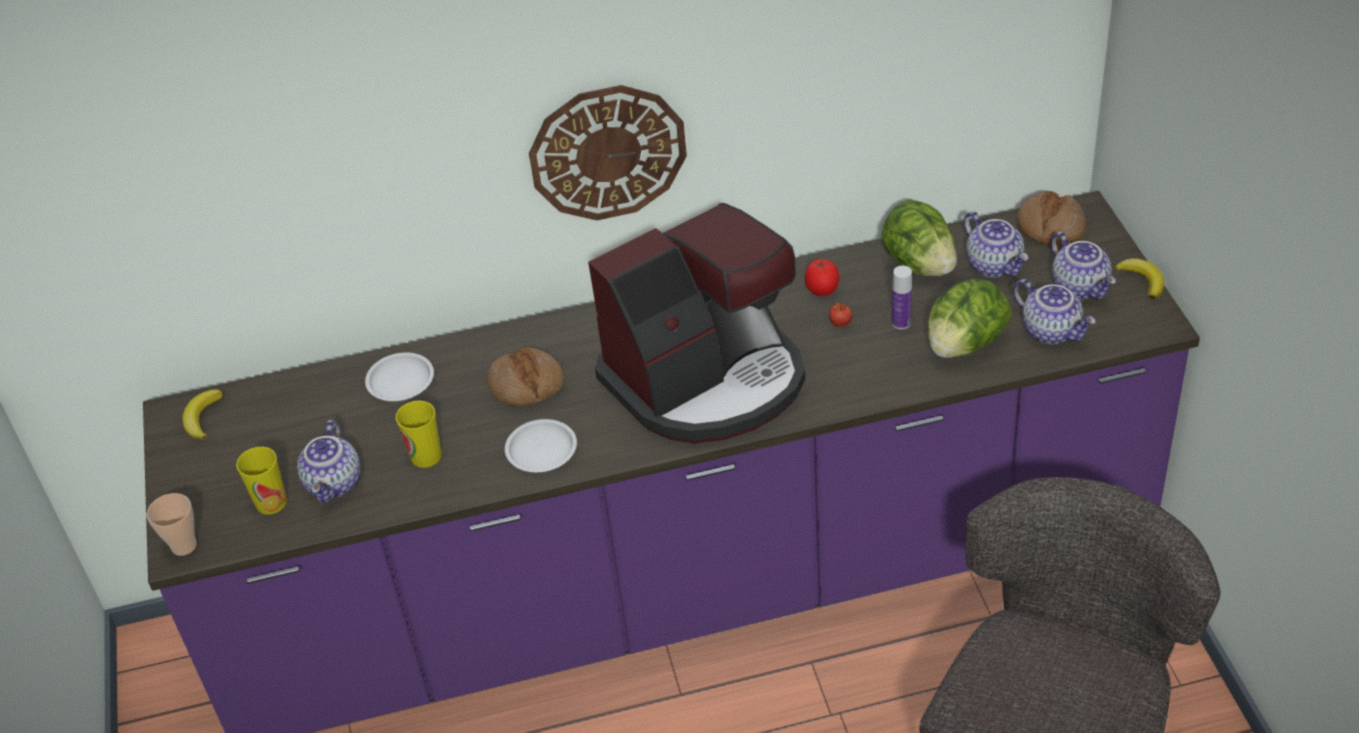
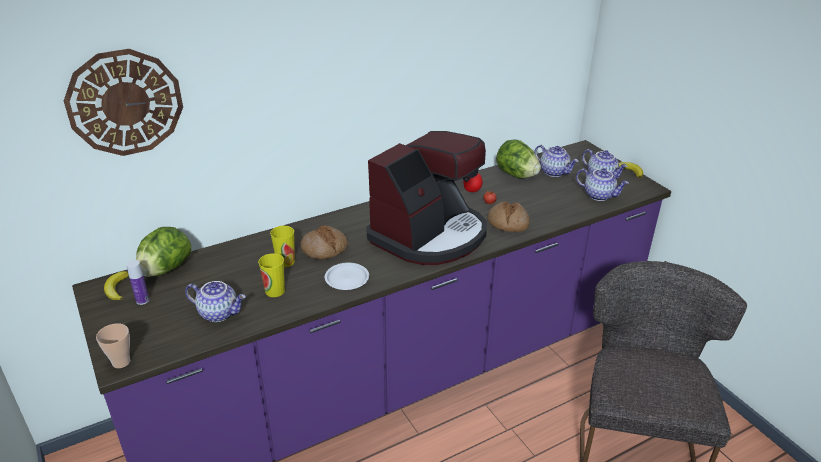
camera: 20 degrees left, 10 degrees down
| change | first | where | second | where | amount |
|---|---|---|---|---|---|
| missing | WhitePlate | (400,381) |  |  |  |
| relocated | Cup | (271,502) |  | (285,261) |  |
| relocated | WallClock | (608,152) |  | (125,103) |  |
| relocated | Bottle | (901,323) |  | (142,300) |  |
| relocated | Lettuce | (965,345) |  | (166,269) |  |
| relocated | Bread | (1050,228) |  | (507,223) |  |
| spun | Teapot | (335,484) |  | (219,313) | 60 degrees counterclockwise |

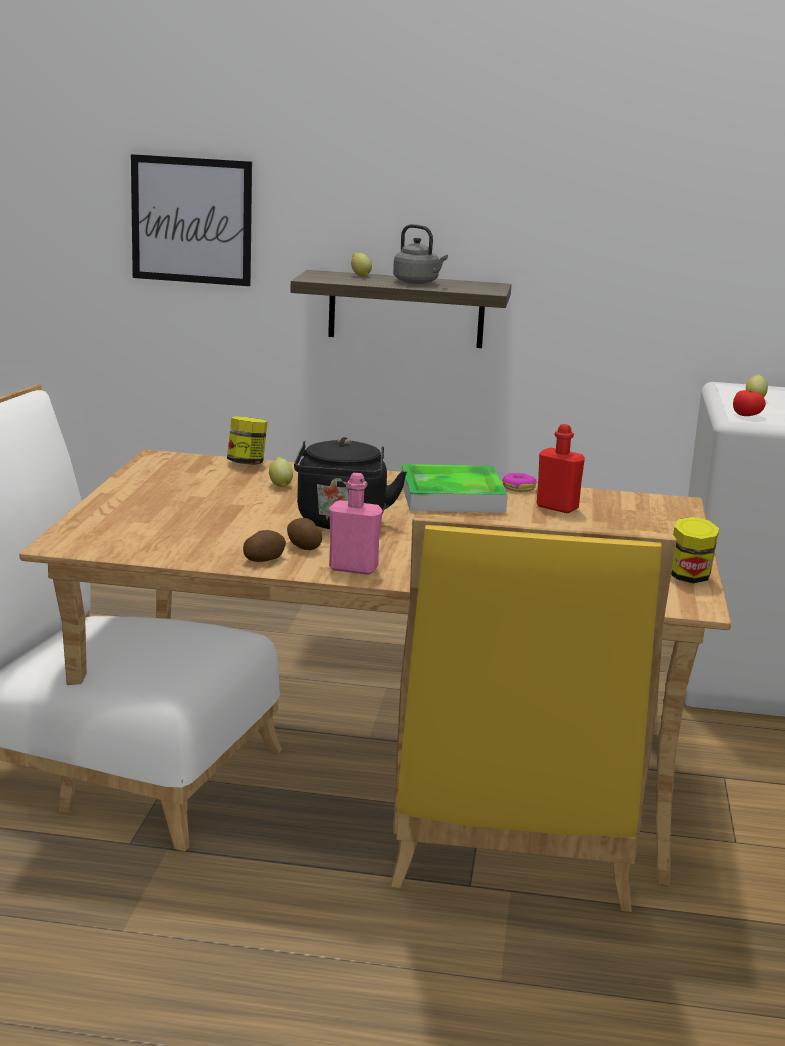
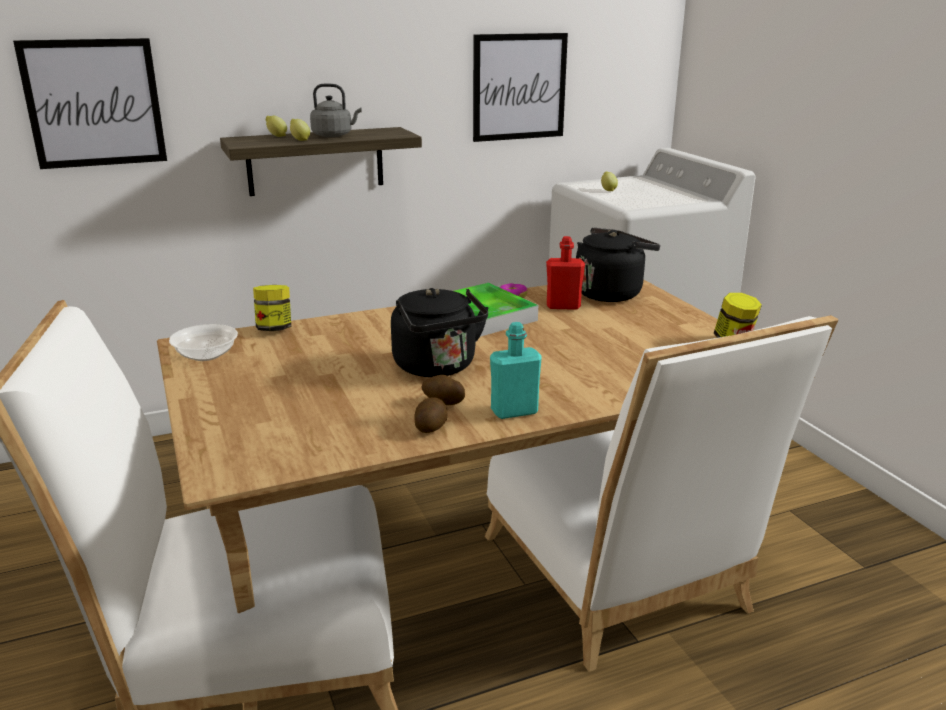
camera: 30 degrees left, 5 degrees up
| change | first | where | second | where | amount |
|---|---|---|---|---|---|
| missing | Tomato | (746,415) |  |  |  |
| appeared |  |  | Bowl | (206,355) |  |
| appeared |  |  | Picture | (519,87) |  |
| appeared |  |  | BlackKettle | (610,293) |  |
| relocated | Lemon | (280,484) |  | (300,140) |  |
| colour | PinkBottle | (353,568) | TurquoiseBottle | (514,411) |  |
| colour | YellowChair | (512,837) | WhiteChair | (620,583) |  |

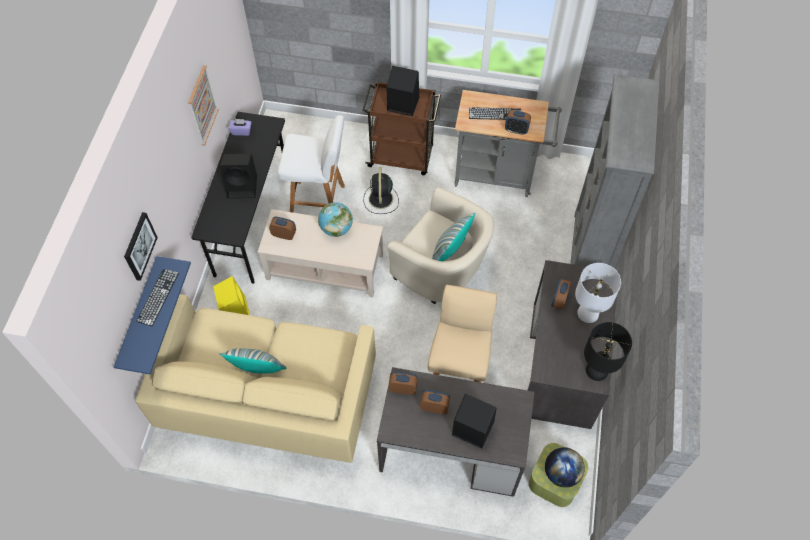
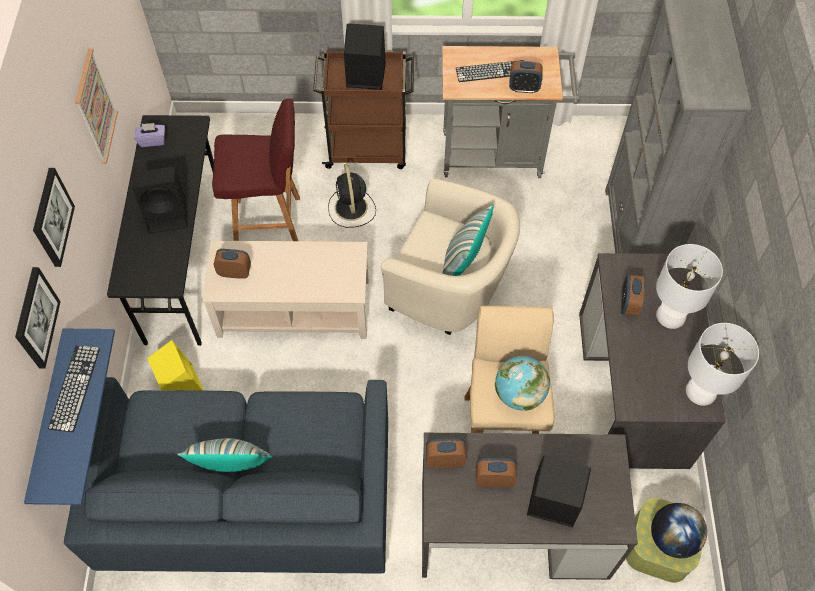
camera: 10 degrees left, 0 degrees up
| change | first | where | second | where | amount |
|---|---|---|---|---|---|
| appeared |  |  | Picture | (51,217) |  |
| relocated | Globe | (336,229) |  | (519,394) |  |
| colour | BeigeSofa | (270,396) | BlueSofa | (251,497) |  |
| colour | WhiteStool | (319,202) | RedStool | (270,224) |  |
| colour | BlackTableLamp | (597,371) | WhiteTableLamp | (701,392) |  |

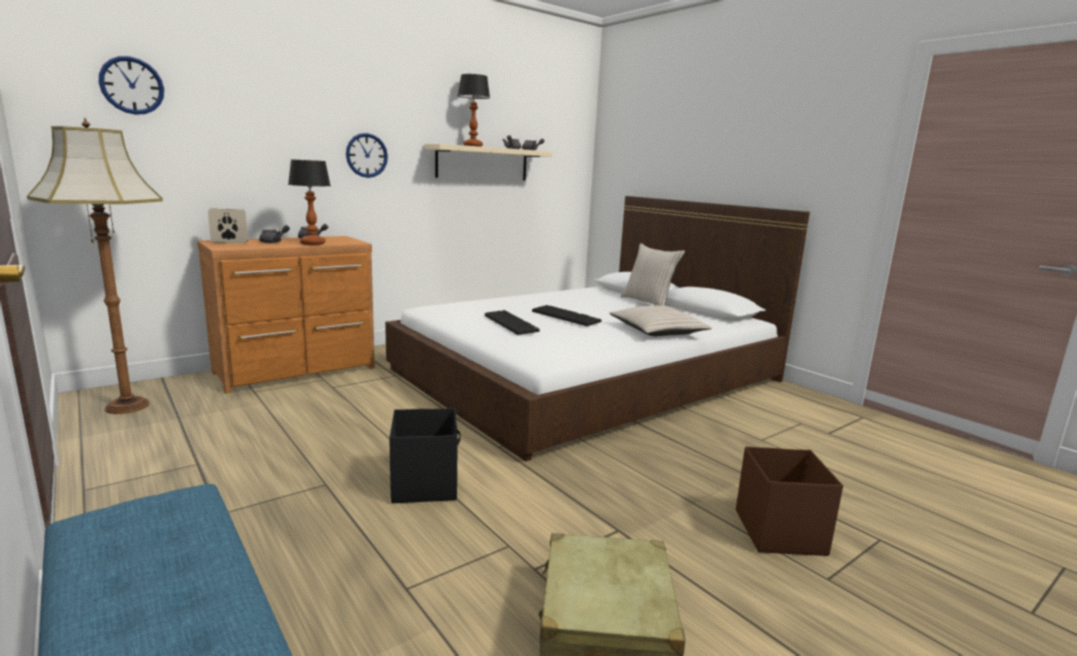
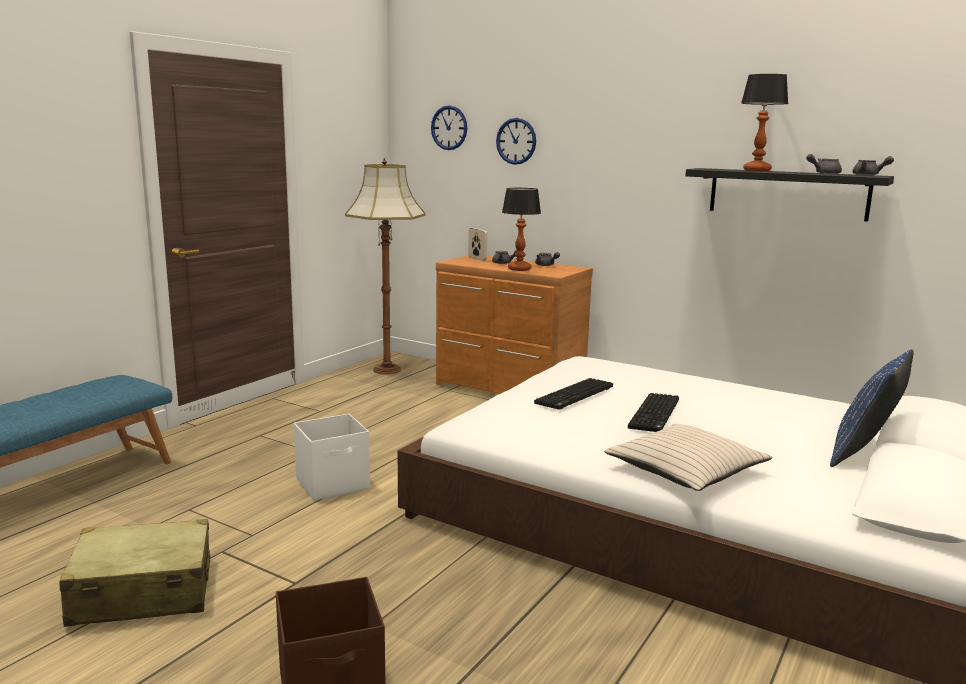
camera: 70 degrees right, 0 degrees up
| change | first | where | second | where | amount |
|---|---|---|---|---|---|
| relocated | WallClock | (366,155) |  | (516,141) |  |
| colour | BlackStorageBox | (425,484) | WhiteStorageBox | (334,484) |  |
| colour | BeigeShelf | (482,163) | BlackShelf | (787,193) |  |
| colour | BeigePillow | (648,303) | BluePillow | (865,454) |  |

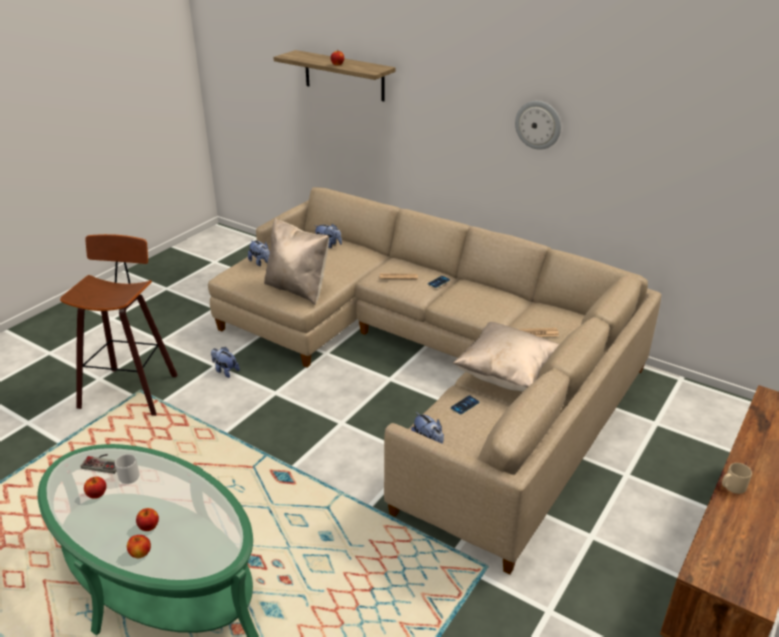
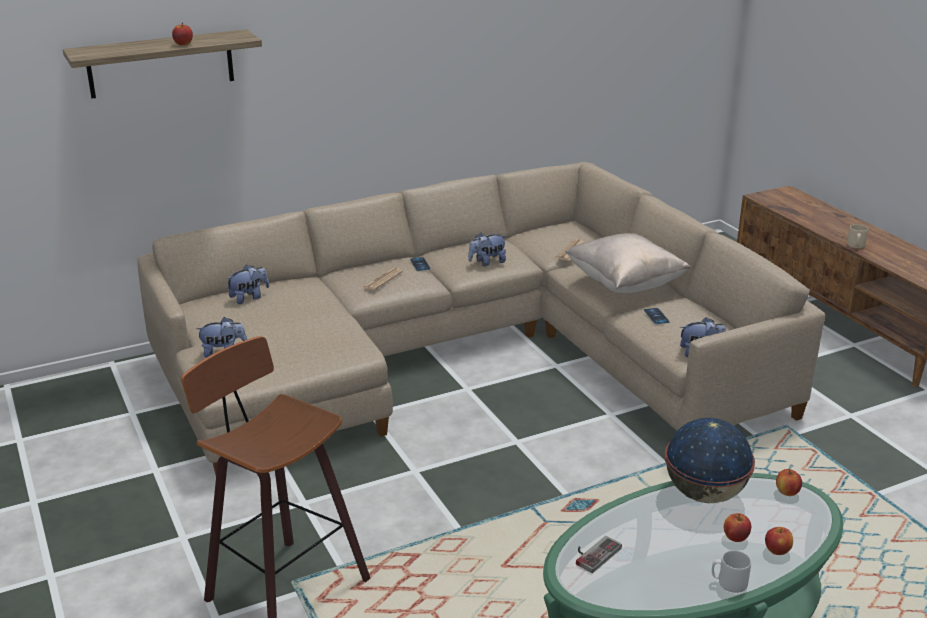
camera: 60 degrees left, 5 degrees down
| change | first | where | second | where | amount |
|---|---|---|---|---|---|
| missing | BeigePillow | (298,289) |  |  |  |
| missing | WallClock | (538,124) |  |  |  |
| appeared |  |  | Globe | (705,494) |  |
| relocated | Apple | (97,494) |  | (787,492) |  |
| relocated | GreyMug | (129,475) |  | (728,583) |  |
| relocated | PlushToy | (225,371) |  | (487,262) |  |

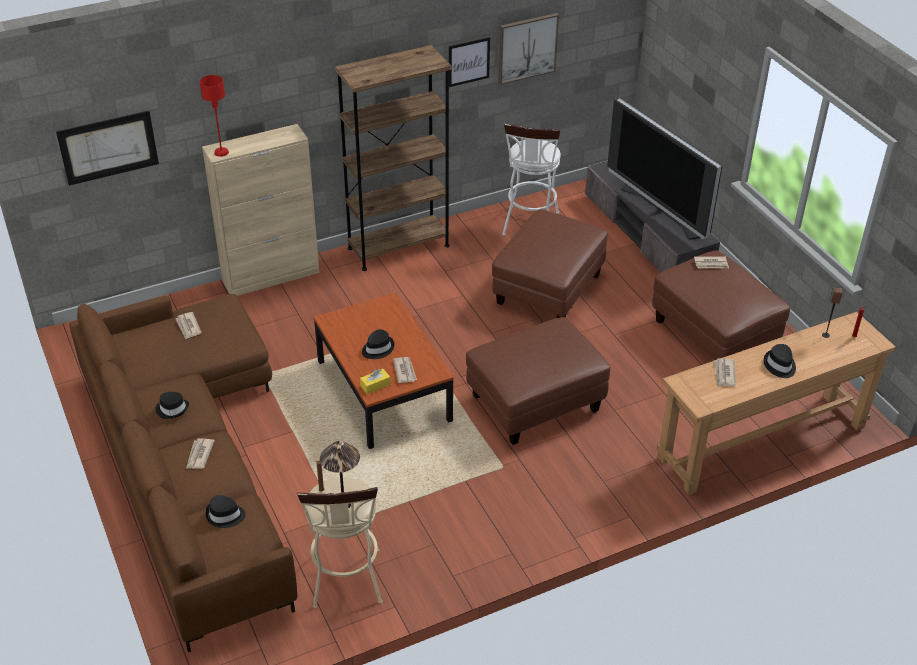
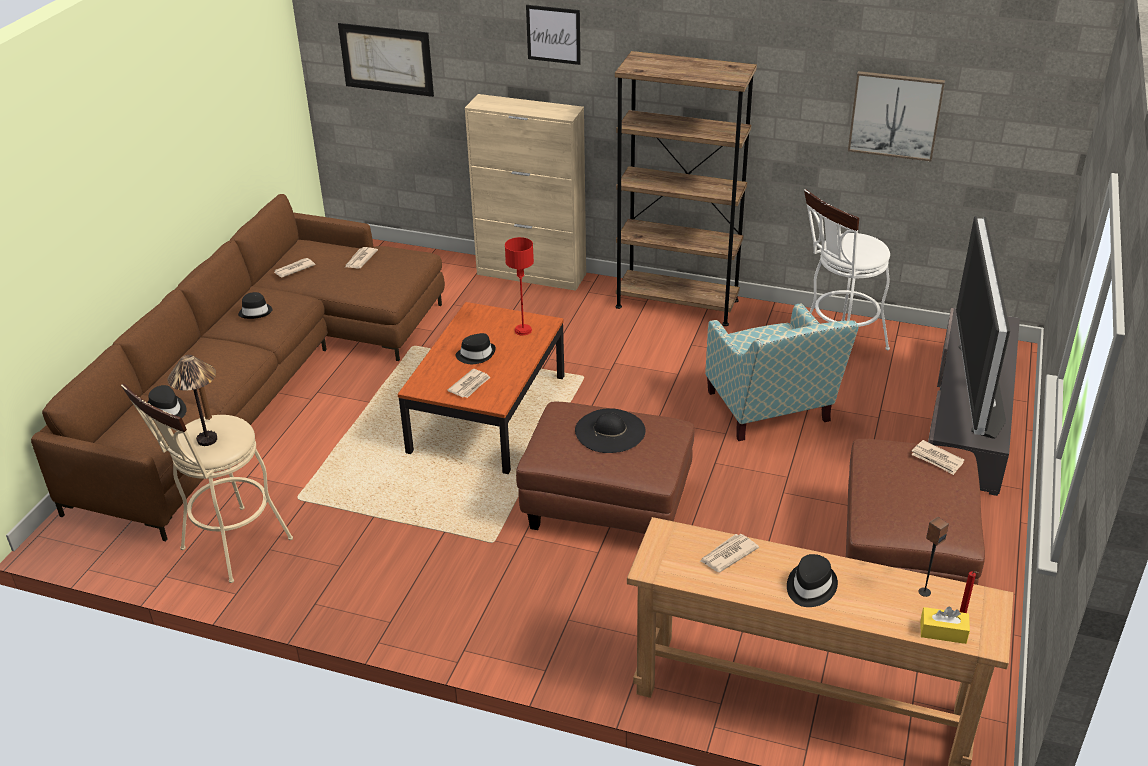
camera: 45 degrees right, 5 degrees down
| change | first | where | second | where | amount |
|---|---|---|---|---|---|
| appeared |  |  | BlackHat | (610,431) |  |
| relocated | Newspaper | (199,455) |  | (294,269) |  |
| relocated | RedTableLamp | (221,152) |  | (523,330) |  |
| relocated | YellowTissueBox | (375,385) |  | (943,632) |  |
| relocated | Picture | (468,61) |  | (553,34) |  |
| exchanged | BrownOttoman | (548,290) | Armchair | (772,413) |  |

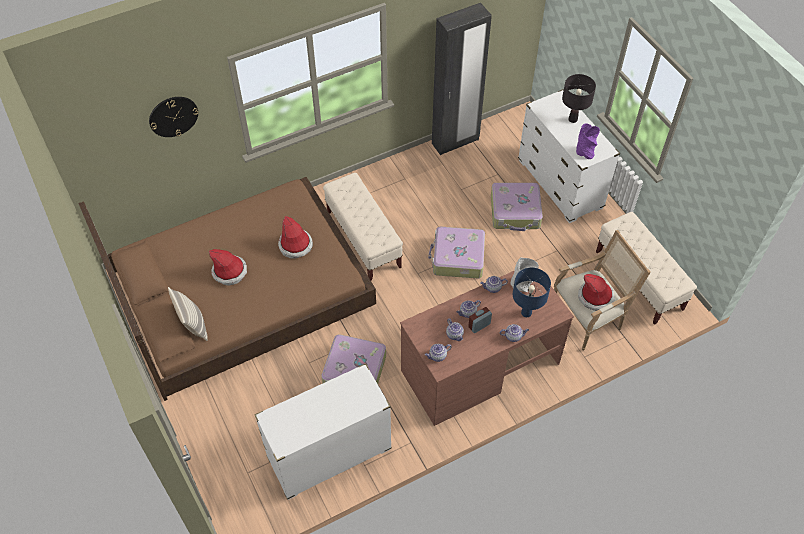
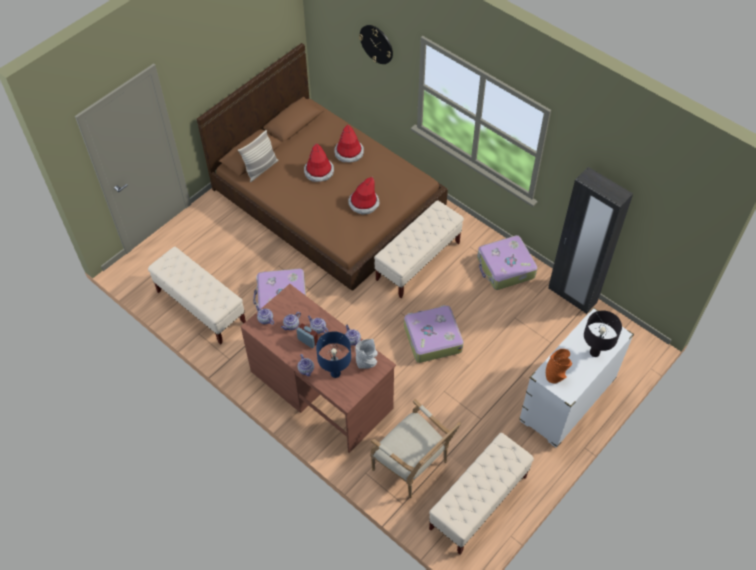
camera: 70 degrees right, 0 degrees up
| change | first | where | second | where | amount |
|---|---|---|---|---|---|
| relocated | Suitcase | (515,212) |  | (505,268) |  |
| relocated | Hat | (595,297) |  | (349,153) |  |
| exchanged | WhiteDresser | (329,454) | BeigeBench | (201,307) |  |
| colour | PurpleVase | (585,151) | OrangeVase | (556,374) |  |

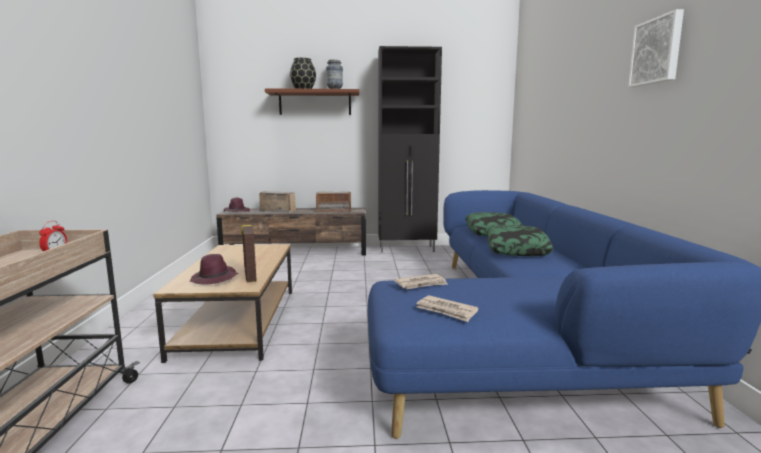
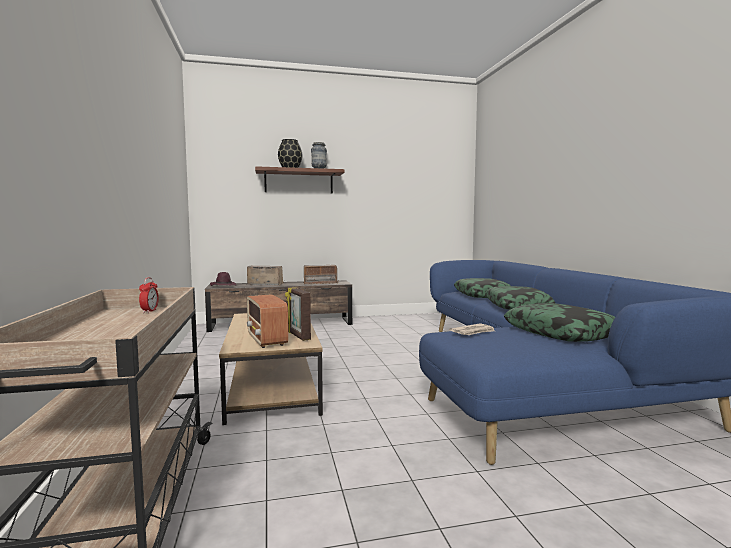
camera: 10 degrees left, 5 degrees down
| change | first | where | second | where | amount |
|---|---|---|---|---|---|
| missing | BlackCabinet | (407,249) |  |  |  |
| missing | Newspaper | (446,311) |  |  |  |
| missing | Picture | (657,51) |  |  |  |
| appeared |  |  | Pillow | (560,333) |  |
| exchanged | PurpleHat | (214,279) | Radio | (267,340) |  |

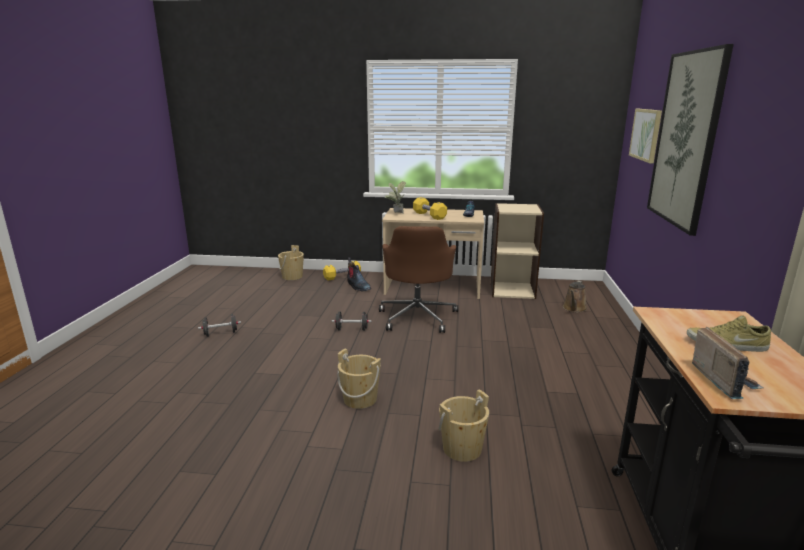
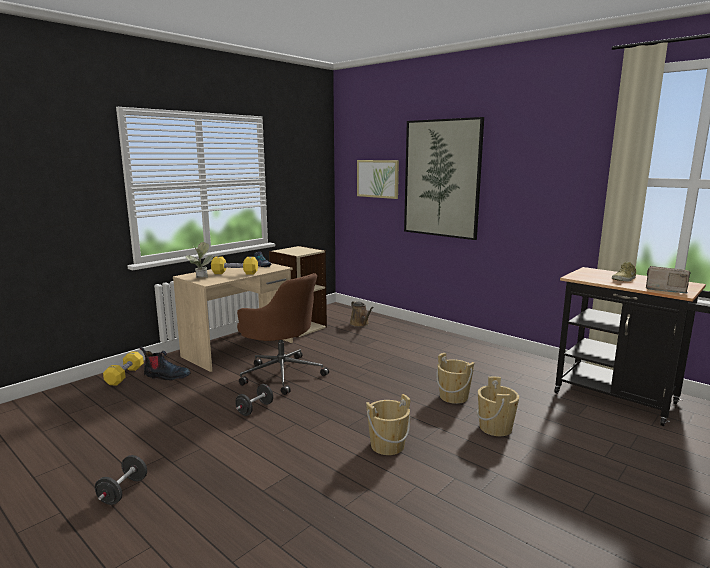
camera: 55 degrees left, 5 degrees down
| change | first | where | second | where | amount |
|---|---|---|---|---|---|
| relocated | BeigeBucket | (292,277) |  | (453,397) |  |

